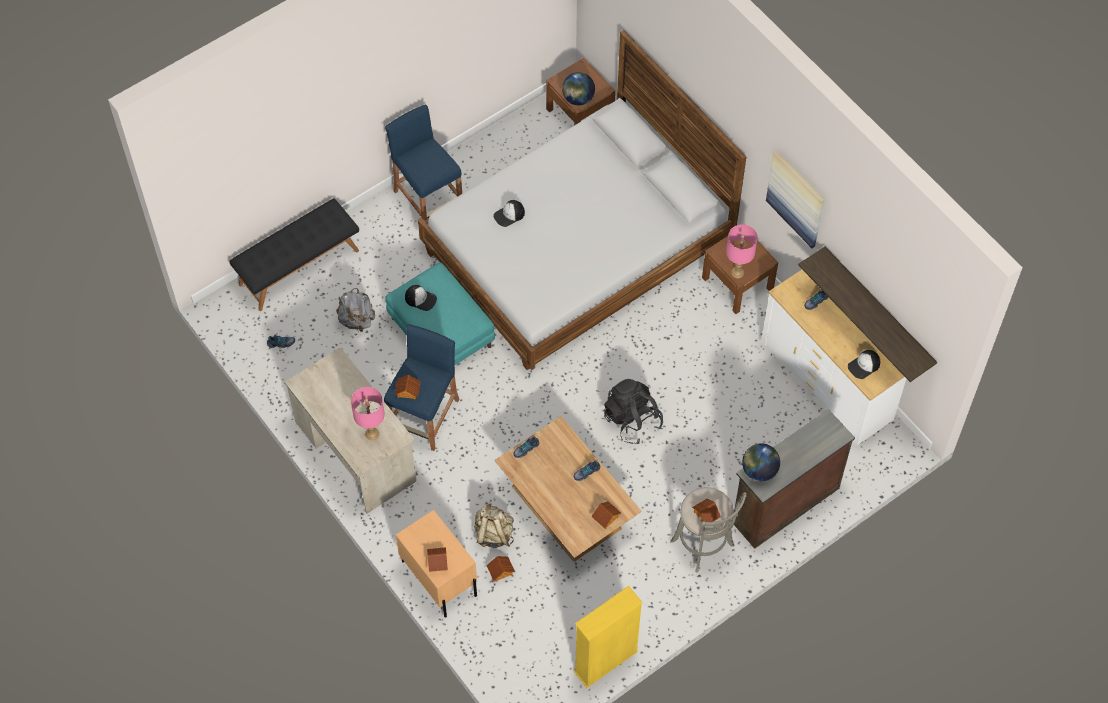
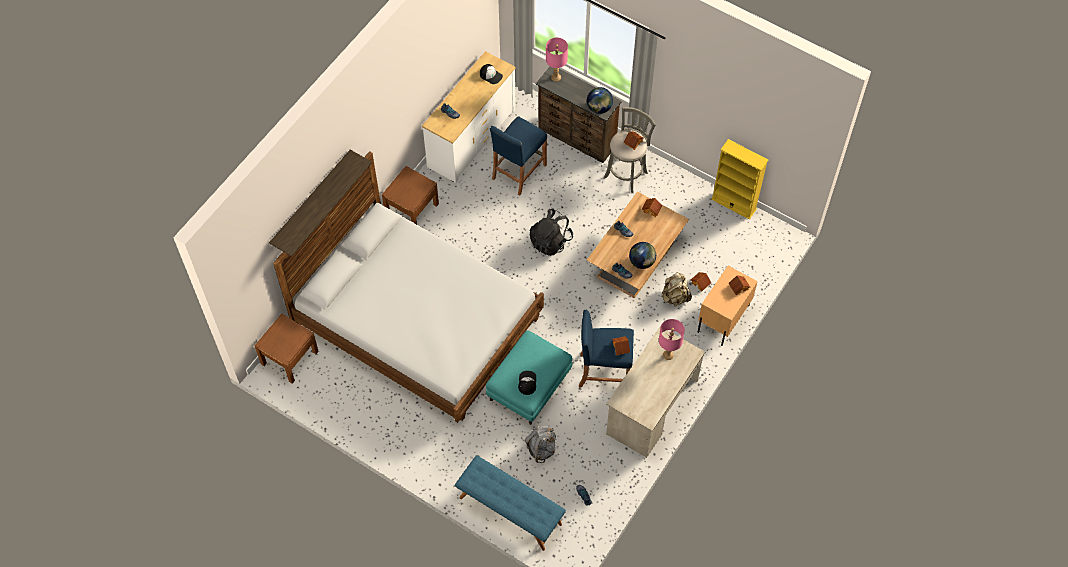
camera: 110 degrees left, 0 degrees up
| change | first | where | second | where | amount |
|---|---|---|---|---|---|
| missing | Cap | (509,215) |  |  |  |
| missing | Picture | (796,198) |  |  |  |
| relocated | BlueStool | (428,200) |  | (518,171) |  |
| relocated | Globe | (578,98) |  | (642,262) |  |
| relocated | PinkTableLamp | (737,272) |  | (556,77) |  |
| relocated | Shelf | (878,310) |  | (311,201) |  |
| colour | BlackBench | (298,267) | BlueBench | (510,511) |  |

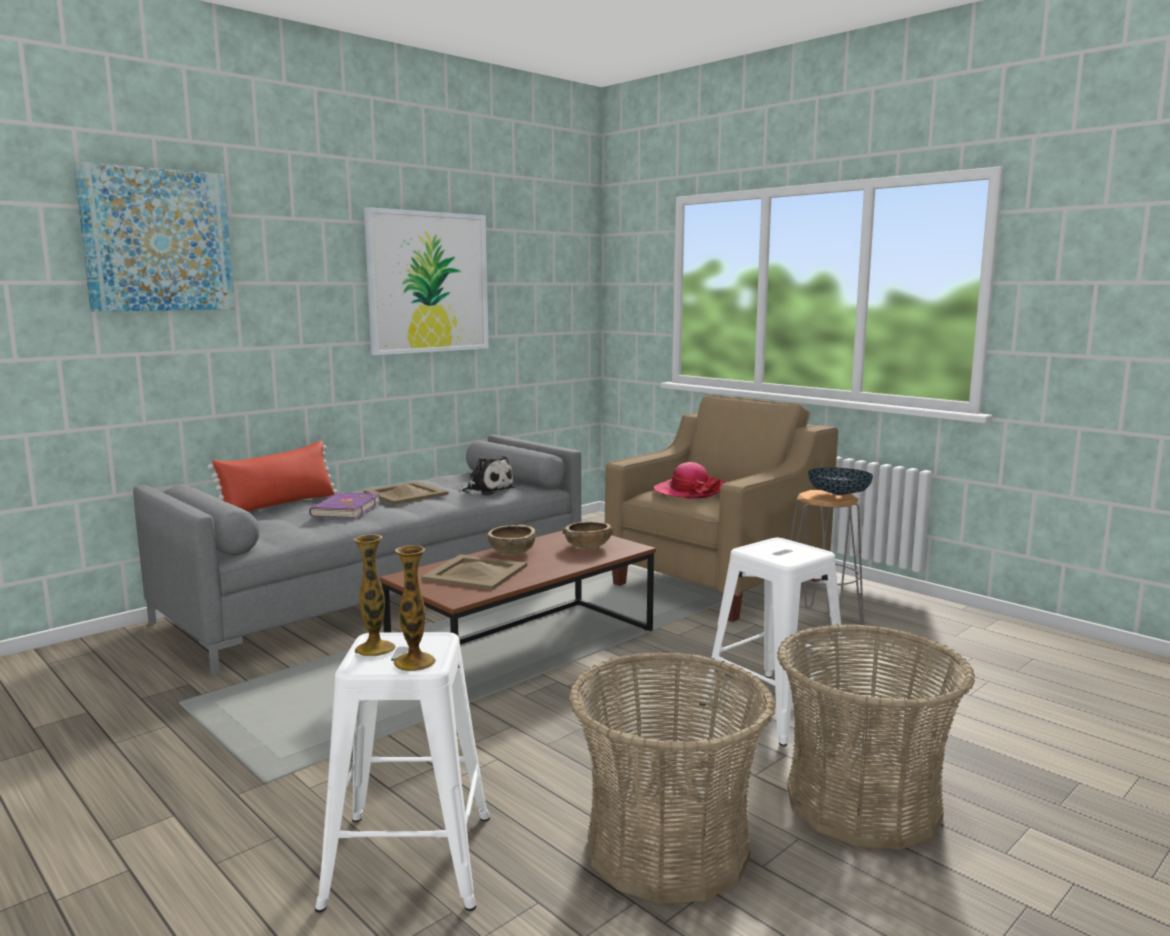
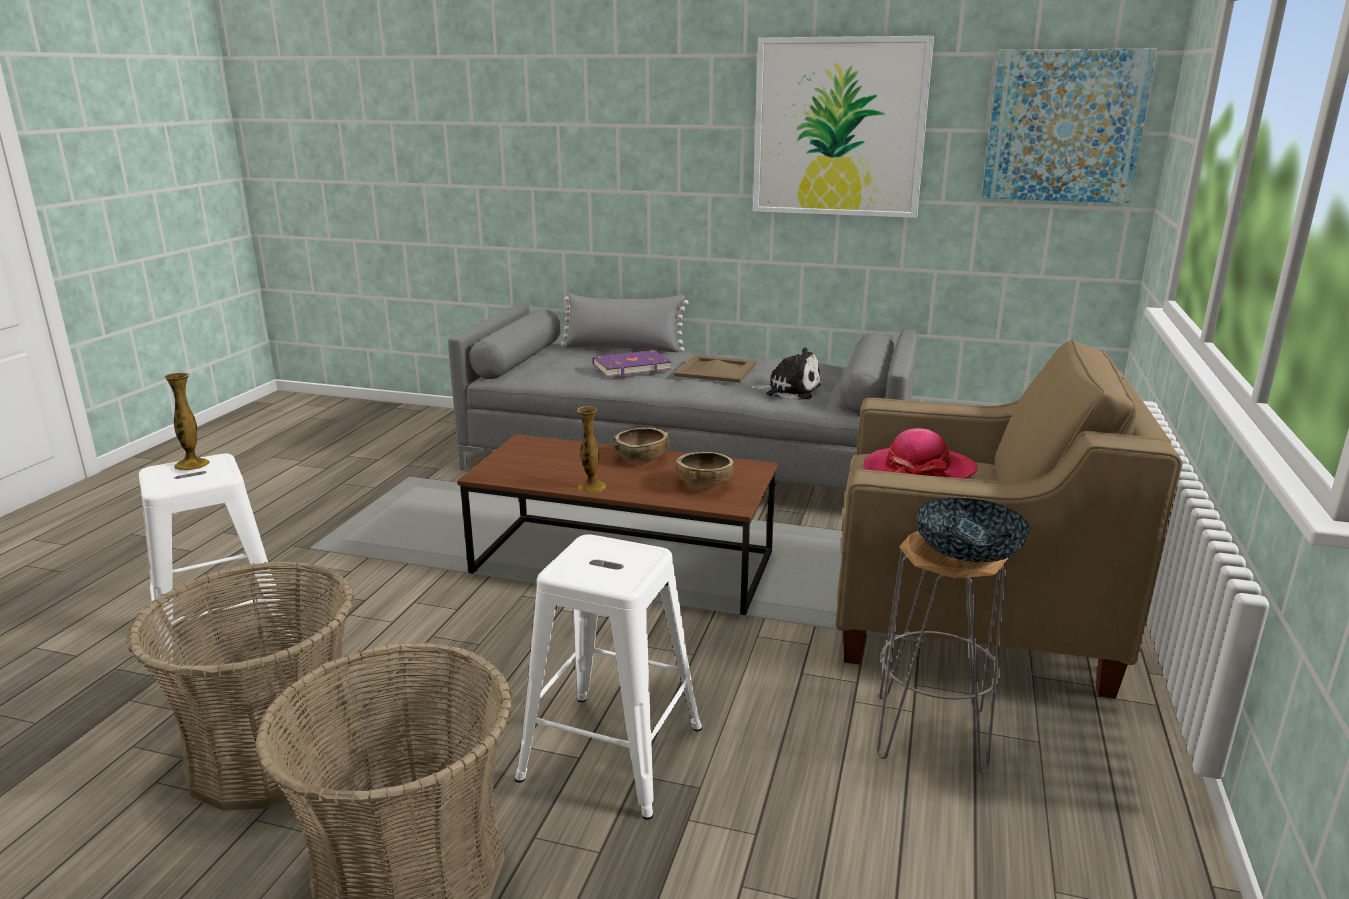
camera: 60 degrees right, 10 degrees up
| change | first | where | second | where | amount |
|---|---|---|---|---|---|
| missing | BeigeTray | (476,573) |  |  |  |
| relocated | Picture | (157,240) |  | (1064,126) |  |
| relocated | Vase | (414,662) |  | (591,487) |  |
| colour | RedPillow | (279,505) | GreyPillow | (623,348) |  |
| spun | PlushToy | (486,490) |  | (789,390) | 75 degrees counterclockwise |

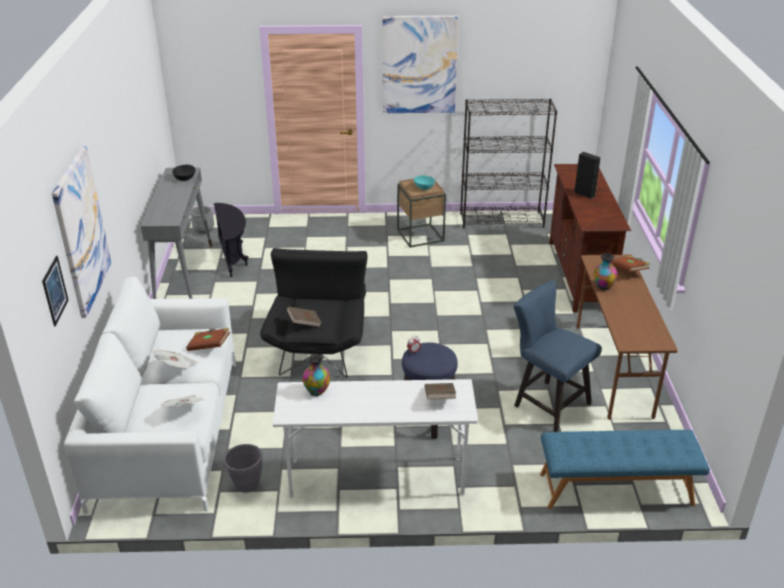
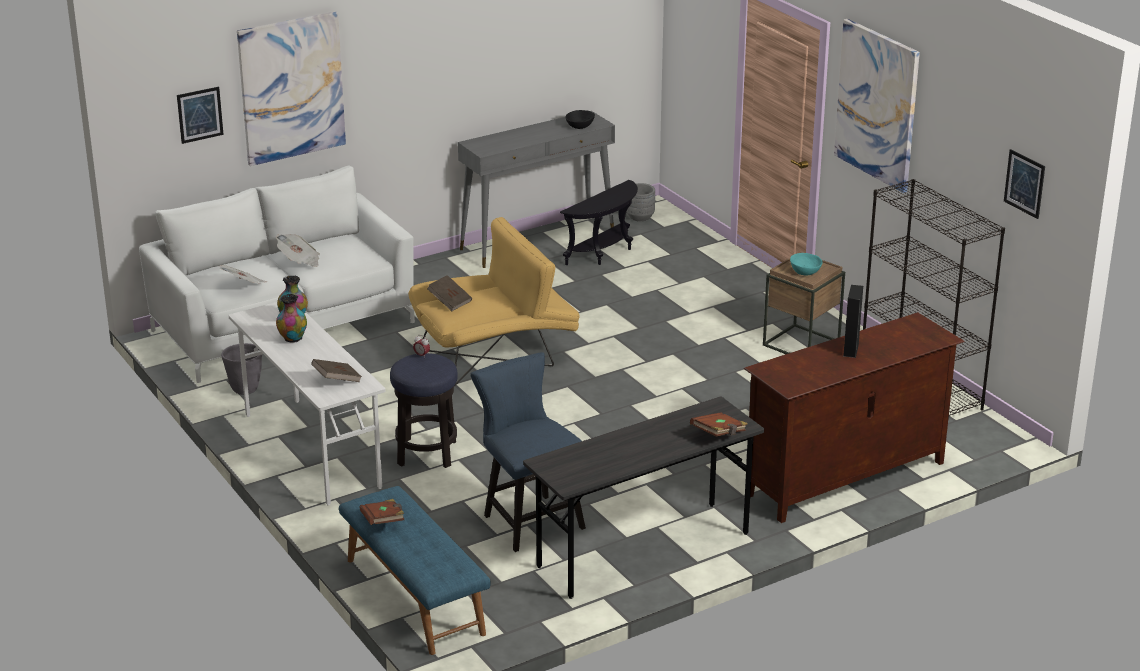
camera: 60 degrees right, 5 degrees down
| change | first | where | second | where | amount |
|---|---|---|---|---|---|
| appeared |  |  | Picture | (1024,183) |  |
| relocated | BrownBook | (209,346) |  | (383,522) |  |
| relocated | Vase | (603,286) |  | (292,338) |  |
| colour | BlackArmchair | (320,345) | YellowArmchair | (495,354) |  |
| colour | BrownDesk | (613,370) | GreyDesk | (643,550) |  |
| spun | BlueChair | (547,403) |  | (529,519) | 45 degrees counterclockwise |

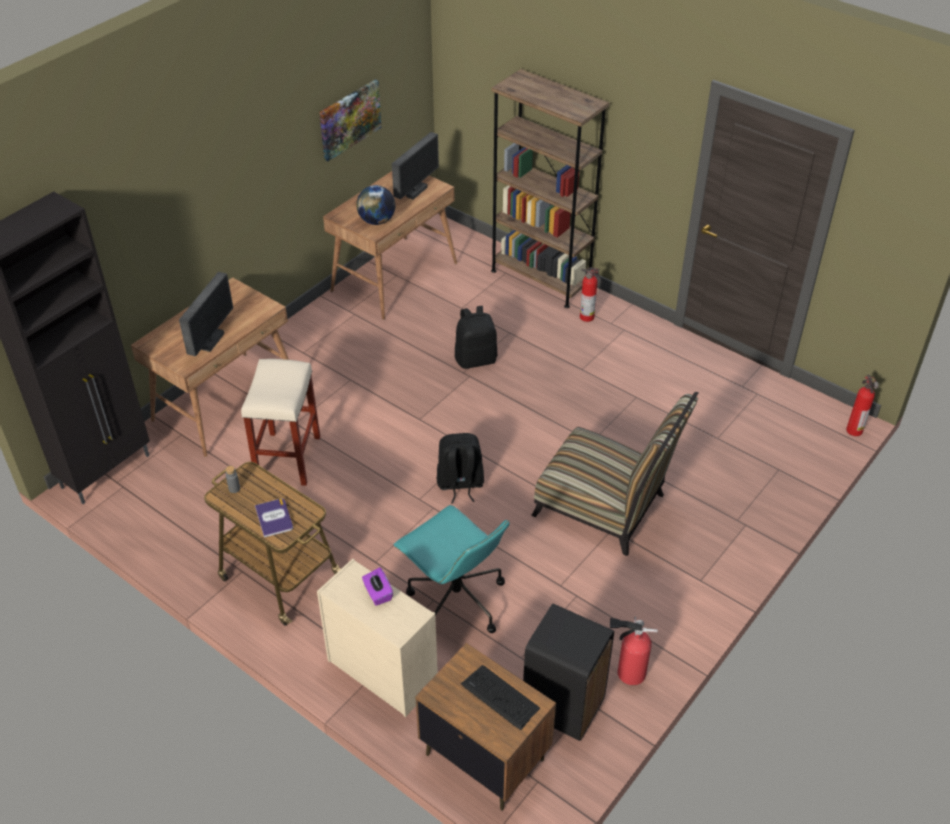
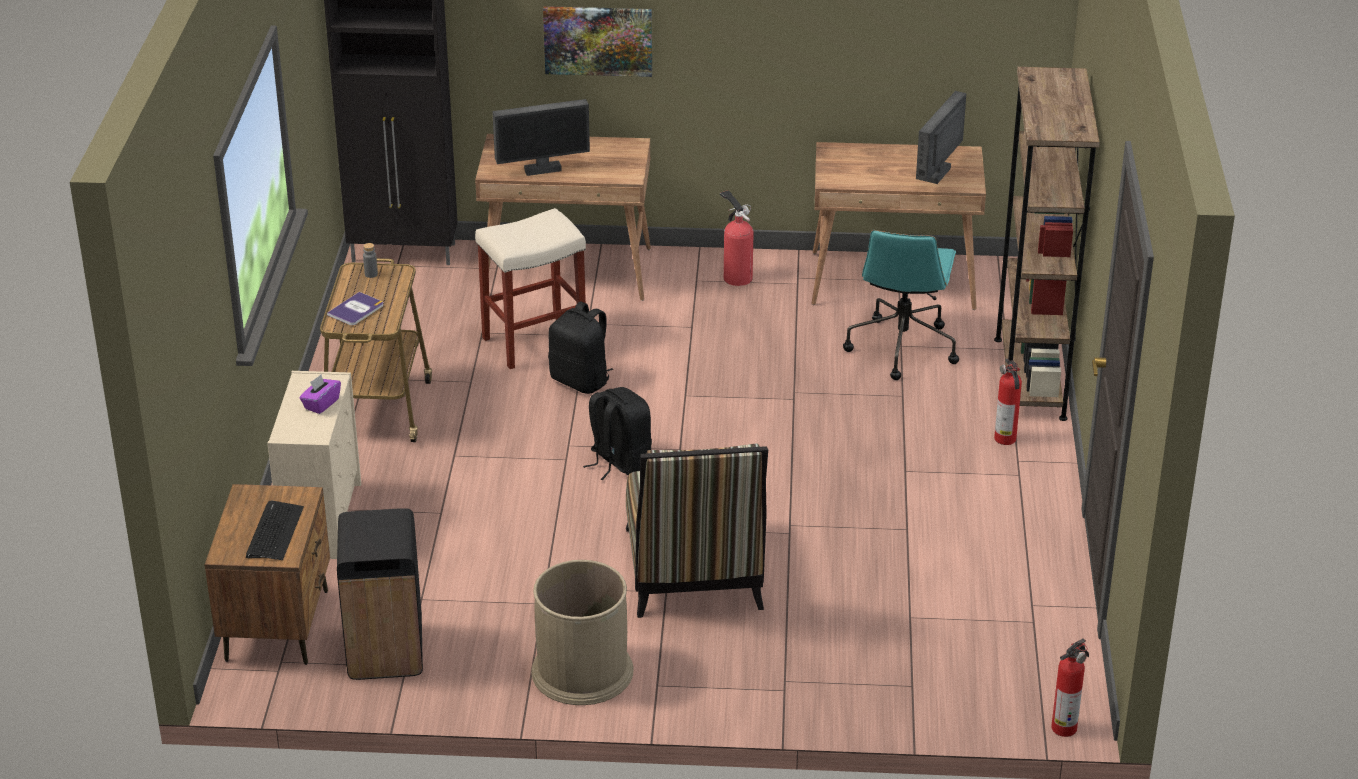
camera: 55 degrees right, 10 degrees down
| change | first | where | second | where | amount |
|---|---|---|---|---|---|
| missing | Globe | (377,221) |  |  |  |
| appeared |  |  | BrownTrashCan | (582,671) |  |
| relocated | Picture | (349,119) |  | (598,40) |  |
| relocated | TurquoiseOfficeChair | (455,600) |  | (902,347) |  |
| relocated | BlackBackpack | (476,359) |  | (581,381) |  |
| relocated | FireExtinguisher | (628,672) |  | (736,276) |  |
| spun | Monitor | (416,192) |  | (939,175) | 120 degrees clockwise |

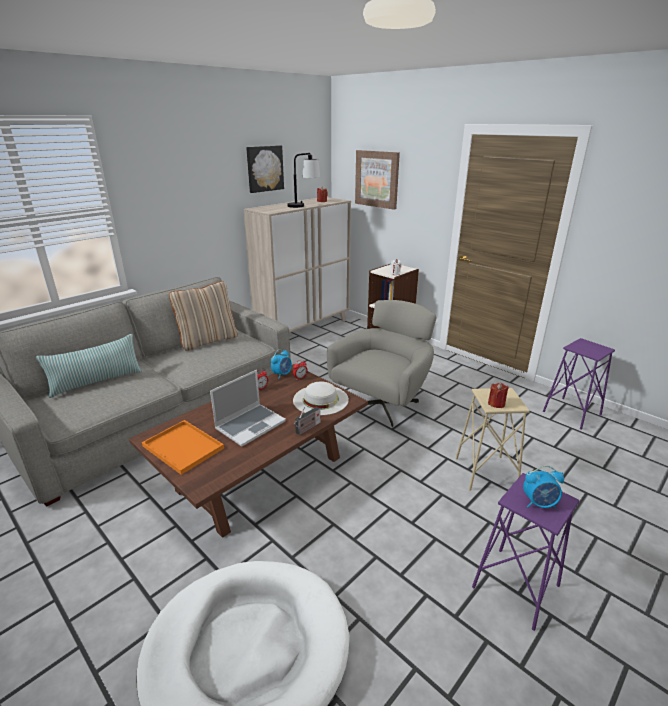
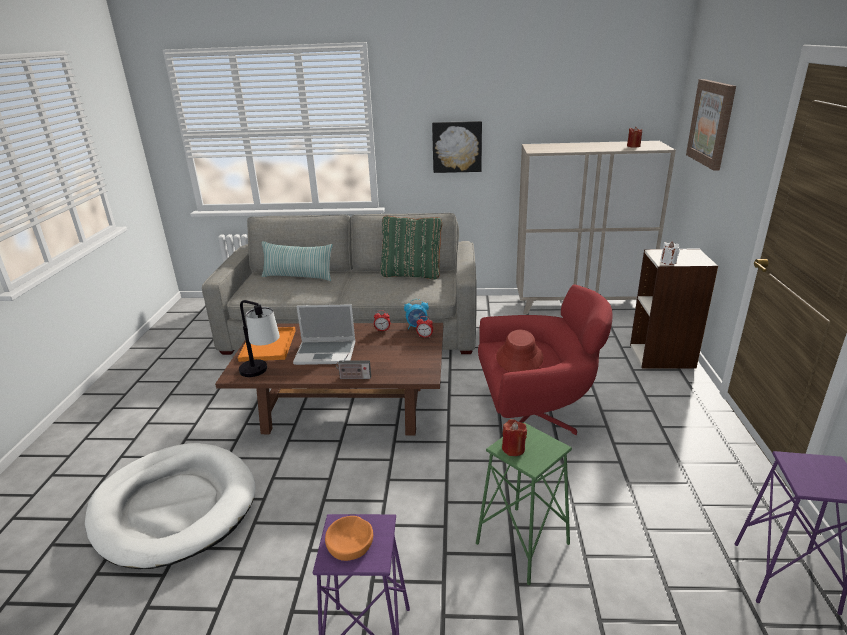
camera: 50 degrees right, 0 degrees up
| change | first | where | second | where | amount |
|---|---|---|---|---|---|
| missing | WhiteHat | (320,399) |  |  |  |
| appeared |  |  | RedHat | (519,357) |  |
| relocated | Picture | (264,168) |  | (457,146) |  |
| relocated | TableLamp | (303,206) |  | (262,373) |  |
| exchanged | AlarmClock | (539,503) | OrangeBowl | (350,543) |  |
| colour | BeigePillow | (208,340) | GreenPillow | (412,274) |  |
| colour | GreyArmchair | (383,403) | RedArmchair | (536,414) |  |
| colour | BeigeStool | (486,473) | GreenStool | (522,544) |  |

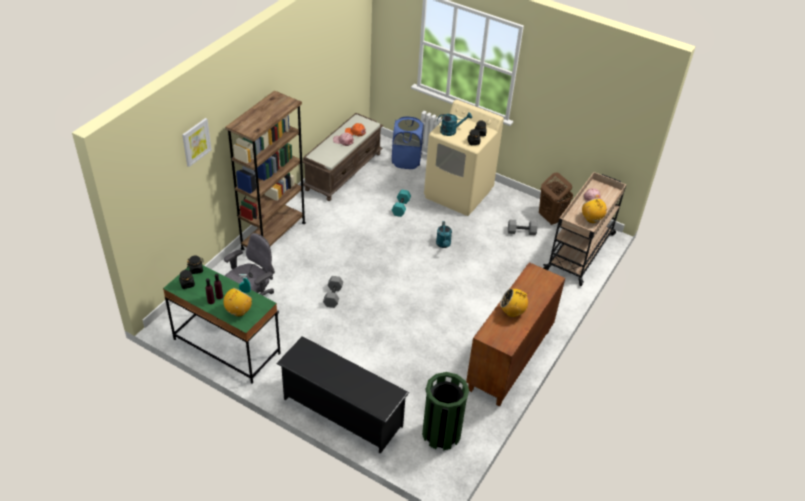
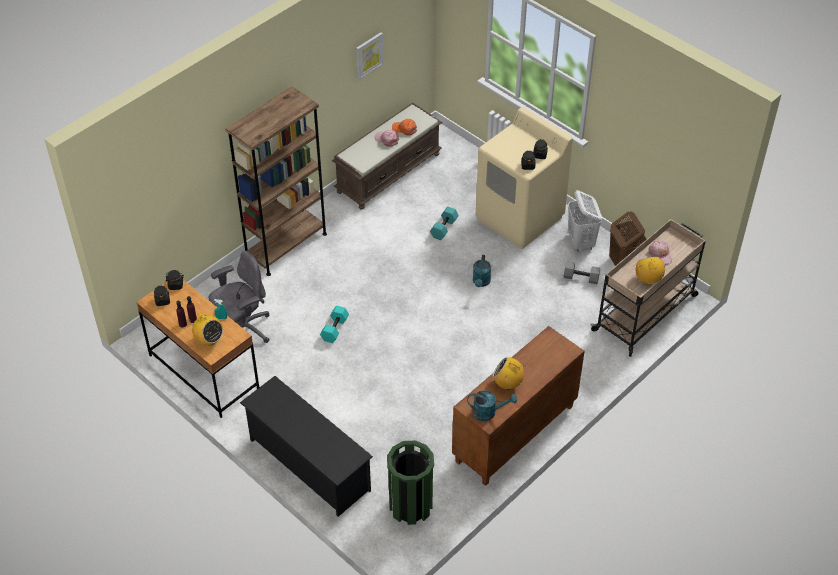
camera: 15 degrees right, 5 degrees up
| change | first | where | second | where | amount |
|---|---|---|---|---|---|
| missing | BlueLaundryBasket | (406,161) |  |  |  |
| appeared |  |  | WhiteLaundryBasket | (581,242) |  |
| relocated | Picture | (196,142) |  | (369,55) |  |
| relocated | TurquoiseWateringCan | (451,131) |  | (488,412) |  |
| colour | GreenDesk | (226,346) | BrownDesk | (203,372) |  |
| colour | GreyDumbbell | (332,296) | TurquoiseDumbbell | (334,329) |  |
| spun | Radio | (238,311) |  | (209,340) | 90 degrees clockwise |

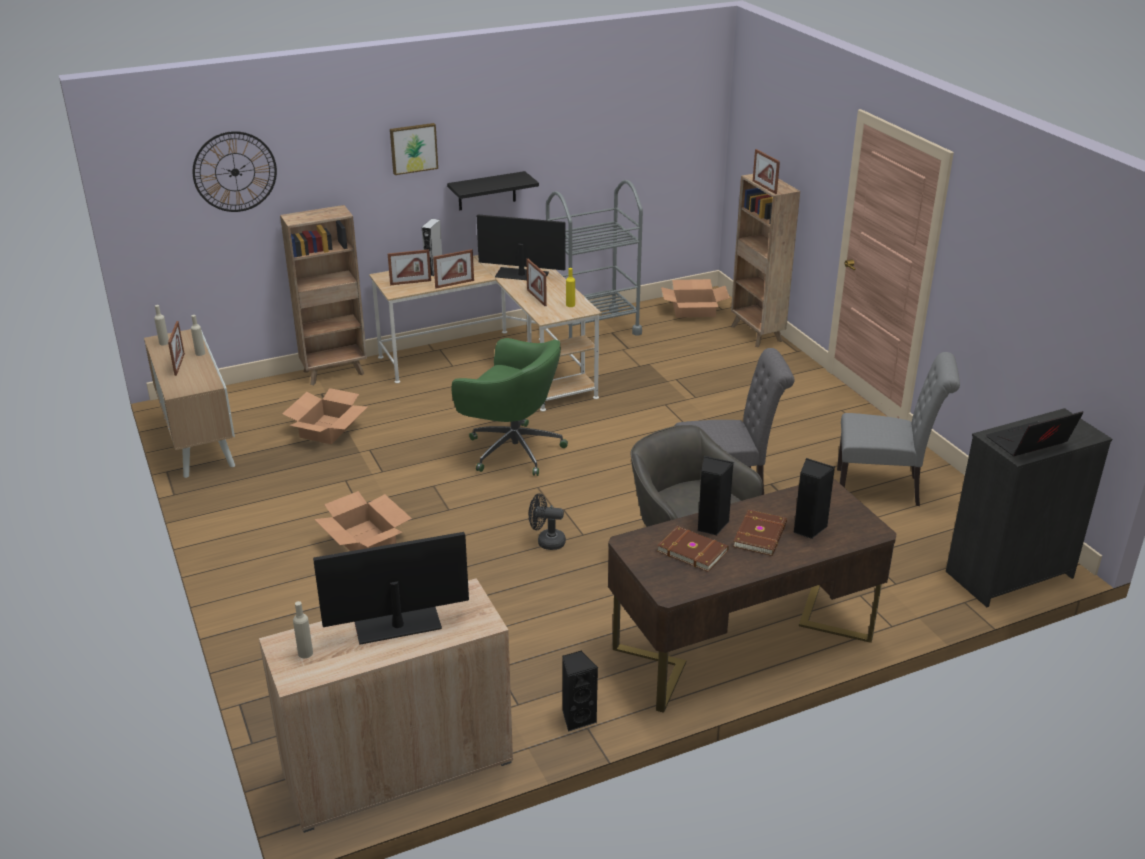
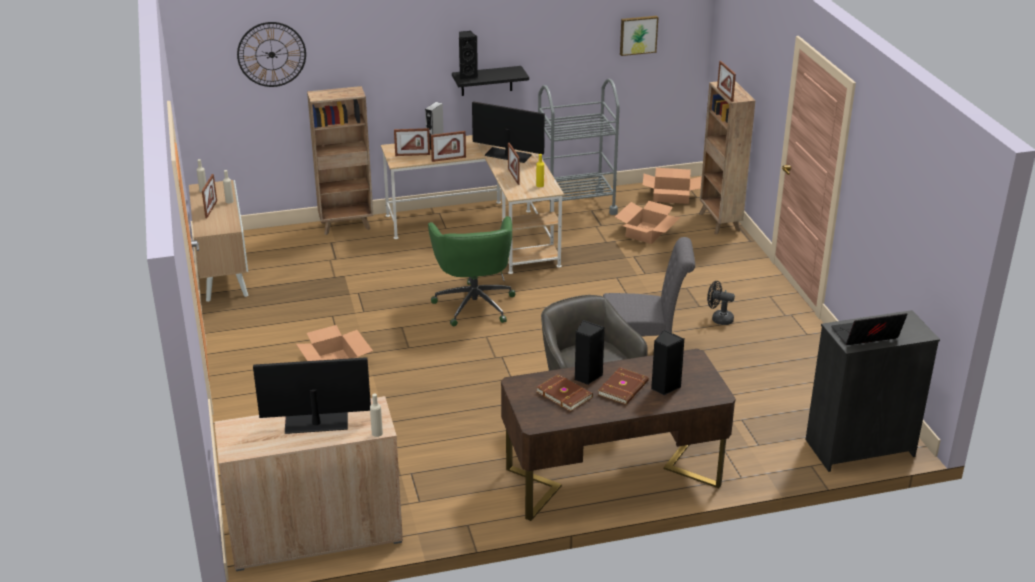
camera: 10 degrees right, 0 degrees up
| change | first | where | second | where | amount |
|---|---|---|---|---|---|
| missing | GreyChair | (884,488) |  |  |  |
| relocated | CardboardBox | (327,429) |  | (646,232) |  |
| relocated | BeigeBottle | (305,653) |  | (377,433) |  |
| relocated | Picture | (413,148) |  | (638,35) |  |
| relocated | BlackFan | (546,542) |  | (718,319) |  |
| relocated | BlackSpeaker | (577,718) |  | (467,75) |  |
| spun | GreenOfficeChair | (512,449) |  | (474,304) | 45 degrees clockwise |

